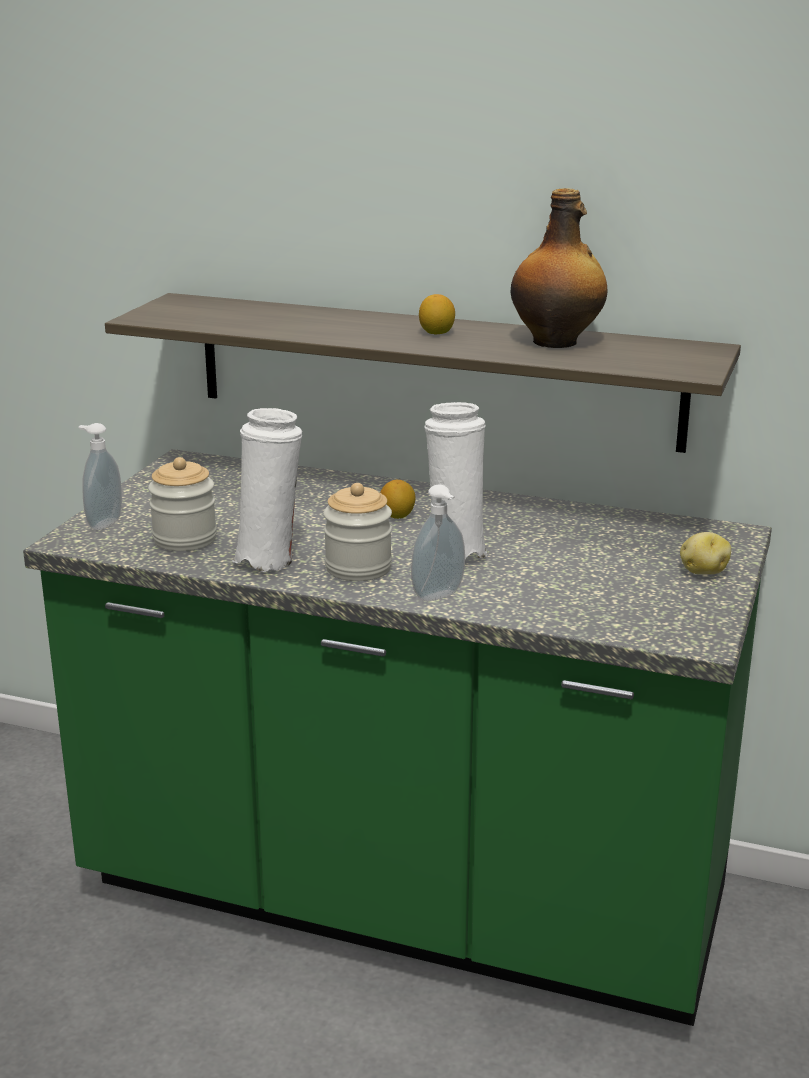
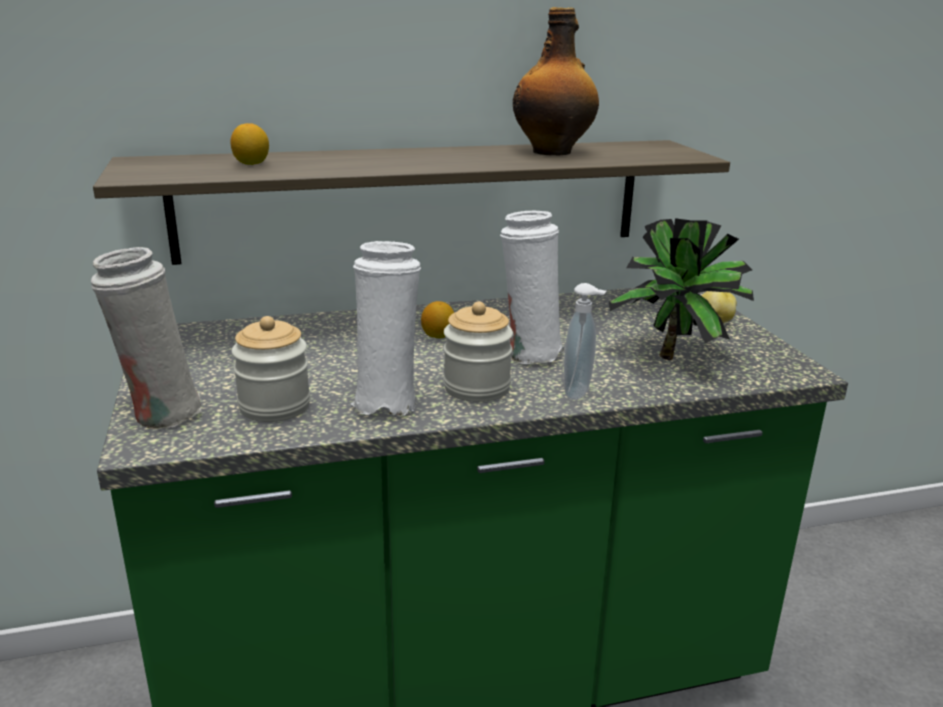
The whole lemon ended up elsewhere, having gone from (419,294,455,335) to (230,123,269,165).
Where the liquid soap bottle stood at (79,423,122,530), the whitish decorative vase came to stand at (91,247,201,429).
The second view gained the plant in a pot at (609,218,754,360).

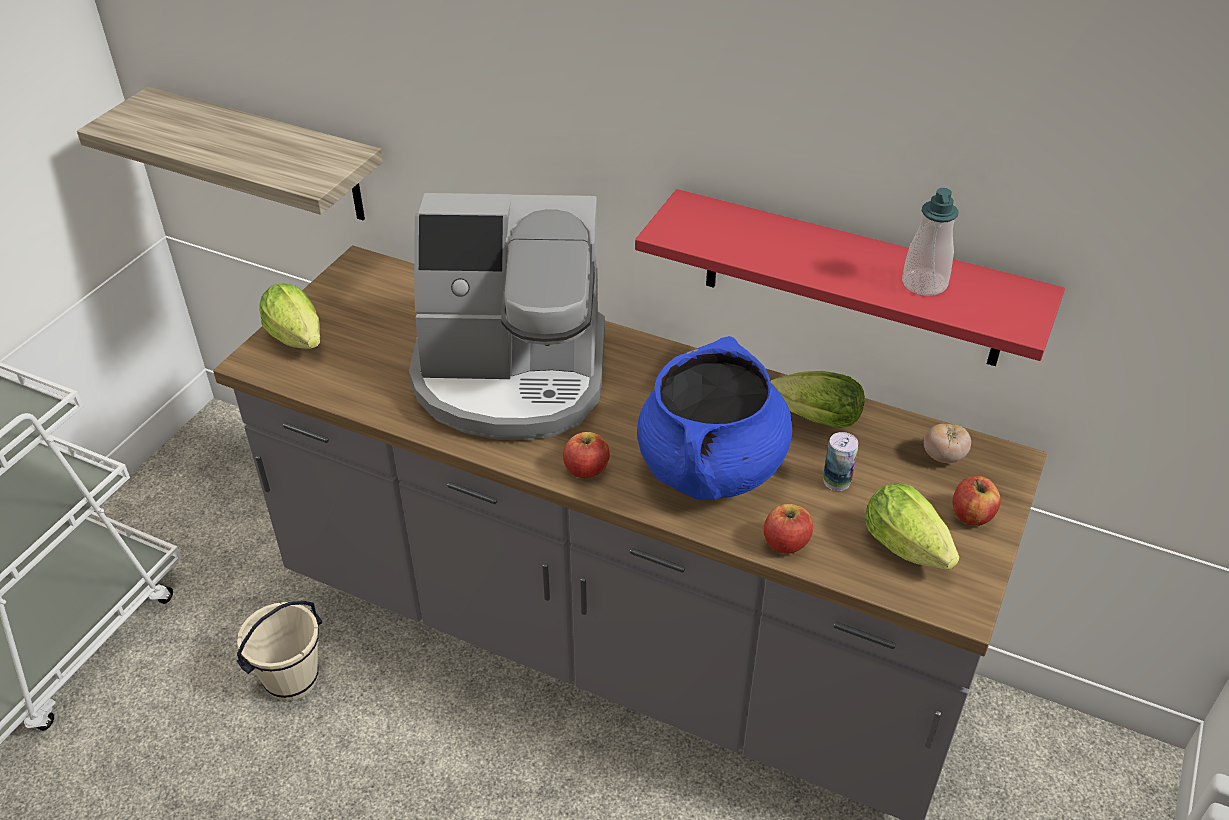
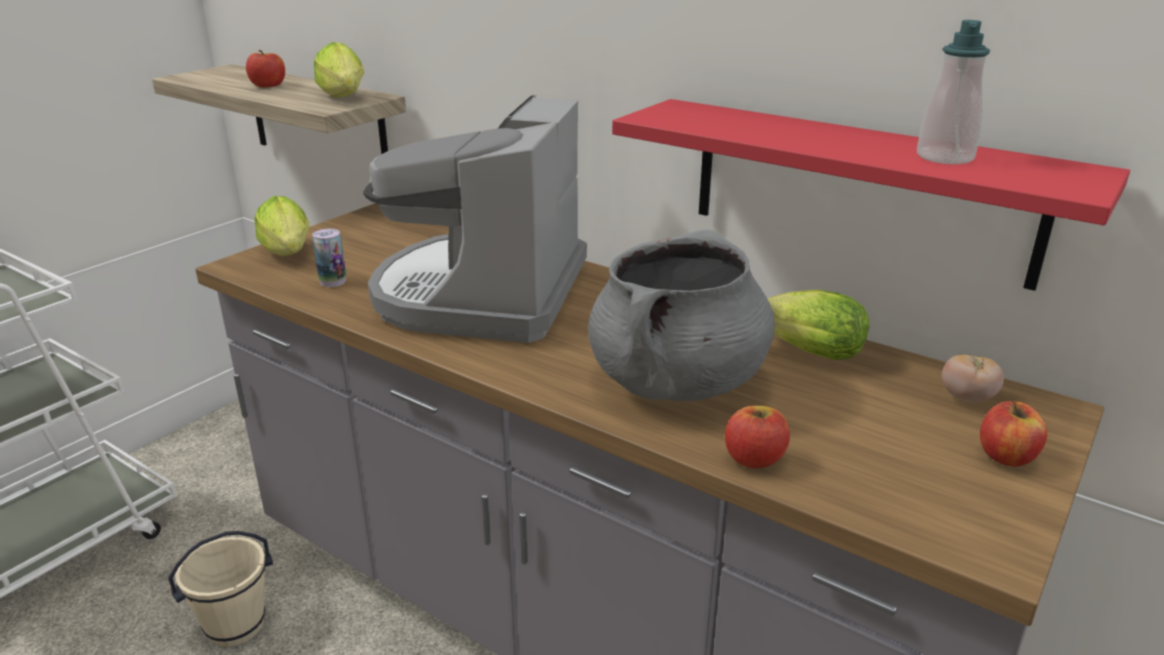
The coffee brewer at (409,193,605,440) ended up facing another way, 90 degrees clockwise from before.
What was the blue cooking pot at (637,336,792,500) turned into the grey cooking pot at (588,230,775,401).
The apple ended up elsewhere, having gone from (563,432,610,478) to (246,50,285,87).
The can ended up elsewhere, having gone from (823,432,858,491) to (312,229,346,287).
The lettuce ended up elsewhere, having gone from (865,483,960,570) to (314,42,364,98).

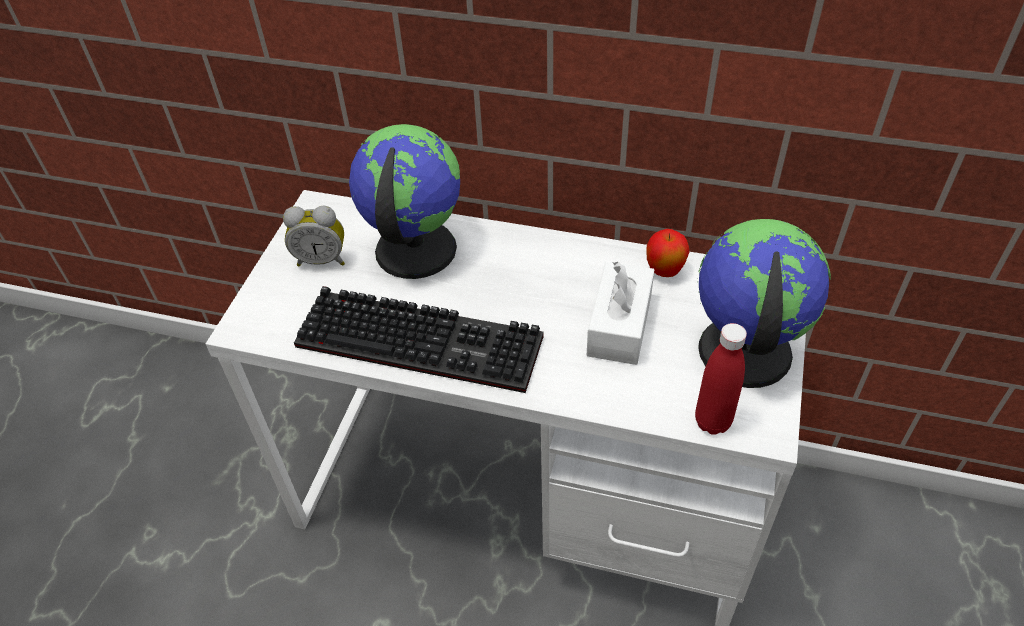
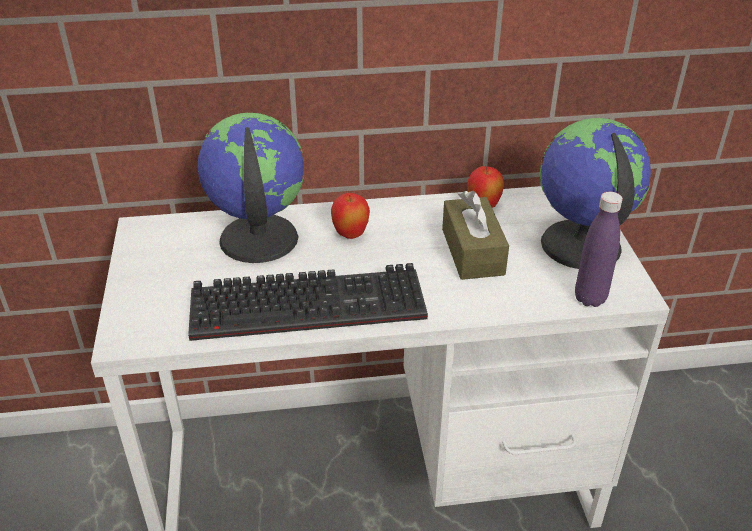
The second view lost the table clock at (283,206,345,267).
What was the whitish box of tissues at (587,261,654,365) turned into the brownish box of tissues at (442,191,509,280).
What was the red drink bottle at (695,323,747,435) turned into the purple drink bottle at (575,192,623,307).
The second view gained the apple at (331,193,370,239).

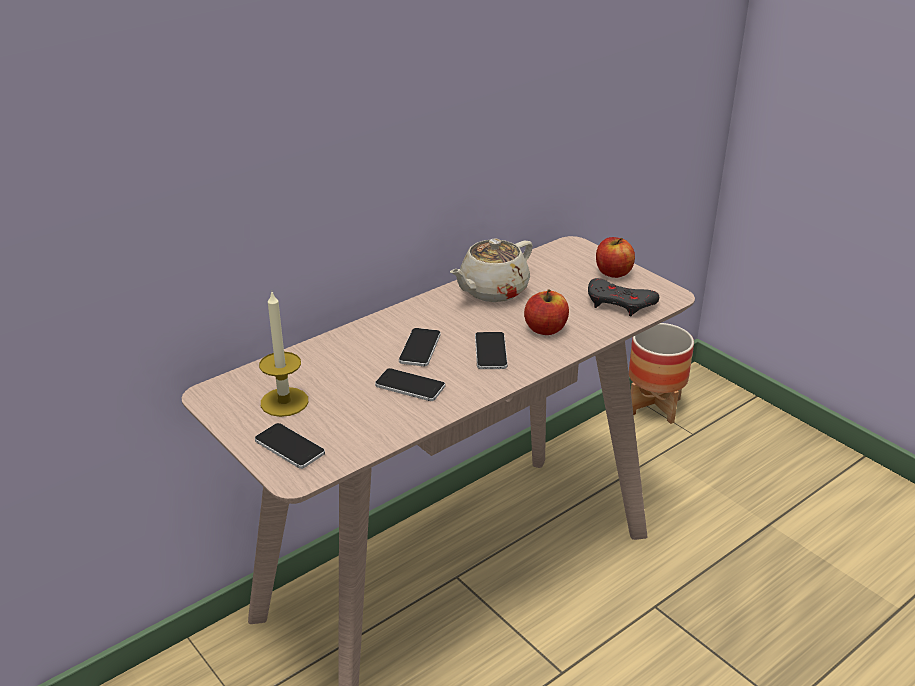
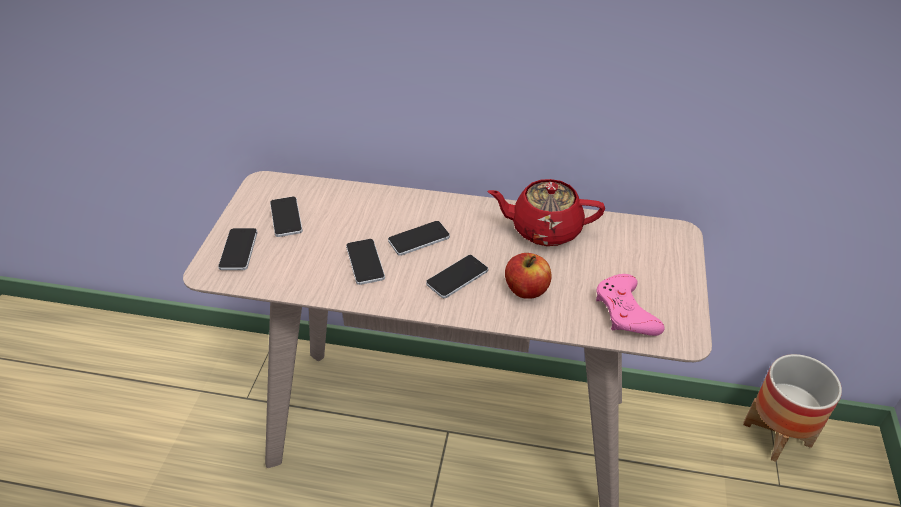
The second view lost the apple at (596,237,635,278).
What was the sand-coloured teapot at (450,239,533,302) turned into the red teapot at (487,179,605,246).
What was the grey game controller at (588,278,659,316) turned into the pink-coloured game controller at (596,274,665,336).
Where the wax light stood at (259,292,309,417), the telephone came to stand at (270,197,303,237).

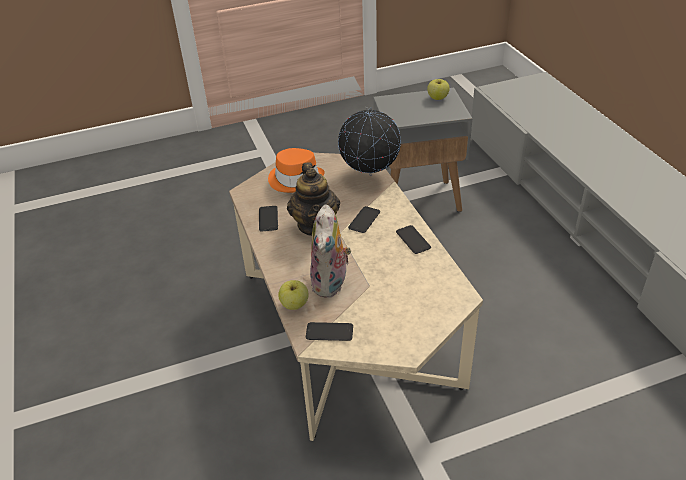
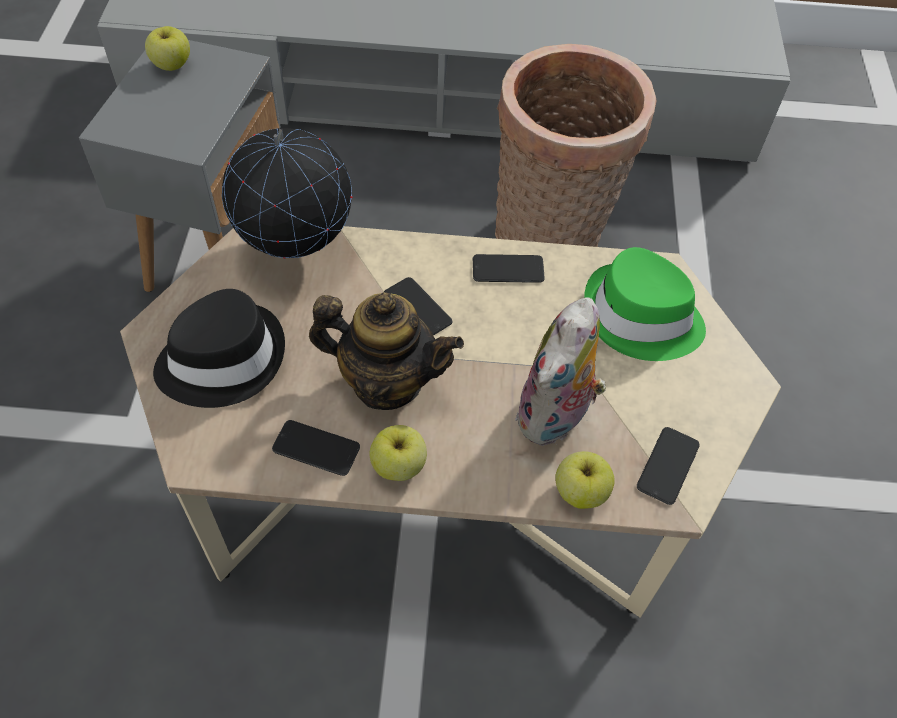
What was the orange-coloured wearable hat at (268,148,325,193) turned into the blackish wearable hat at (153,289,285,408).
The plush toy at (310,204,351,298) ended up facing another way, 90 degrees clockwise from before.
The second view gained the household basket at (495,44,657,247).
The second view gained the green wearable hat at (584,247,706,361).
The second view gained the apple at (369,425,427,481).

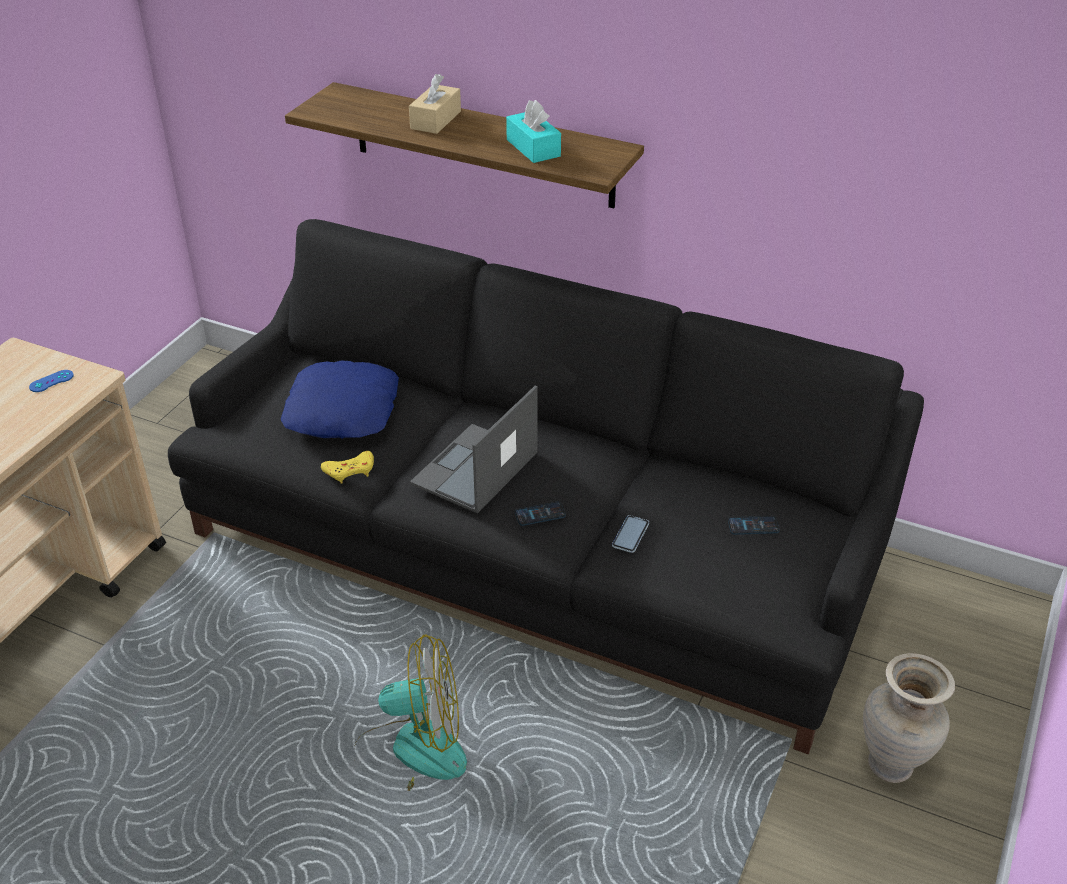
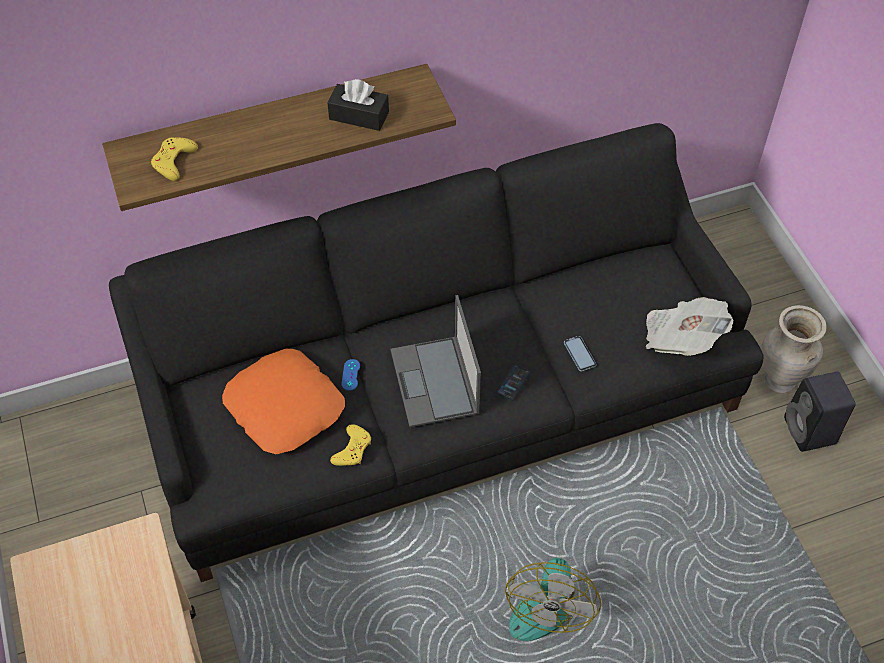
The second view lost the sand-coloured box of tissues at (409,74,461,134).
What was the turquoise-coloured box of tissues at (506,100,561,163) turned into the blackish box of tissues at (327,79,389,131).
What was the blue pillow at (280,361,399,439) turned into the orange-coloured pillow at (222,349,345,454).
The blue game controller ended up elsewhere, having gone from (29,370,74,392) to (341,359,360,391).
The second view lost the telephone at (728,516,780,535).
The cooling fan at (354,635,467,791) ended up facing another way, 150 degrees clockwise from before.
The second view gained the yellowish game controller at (151,137,198,181).
The second view gained the daily paper at (646,297,733,356).
The second view gained the blackish audio speaker at (784,372,856,452).

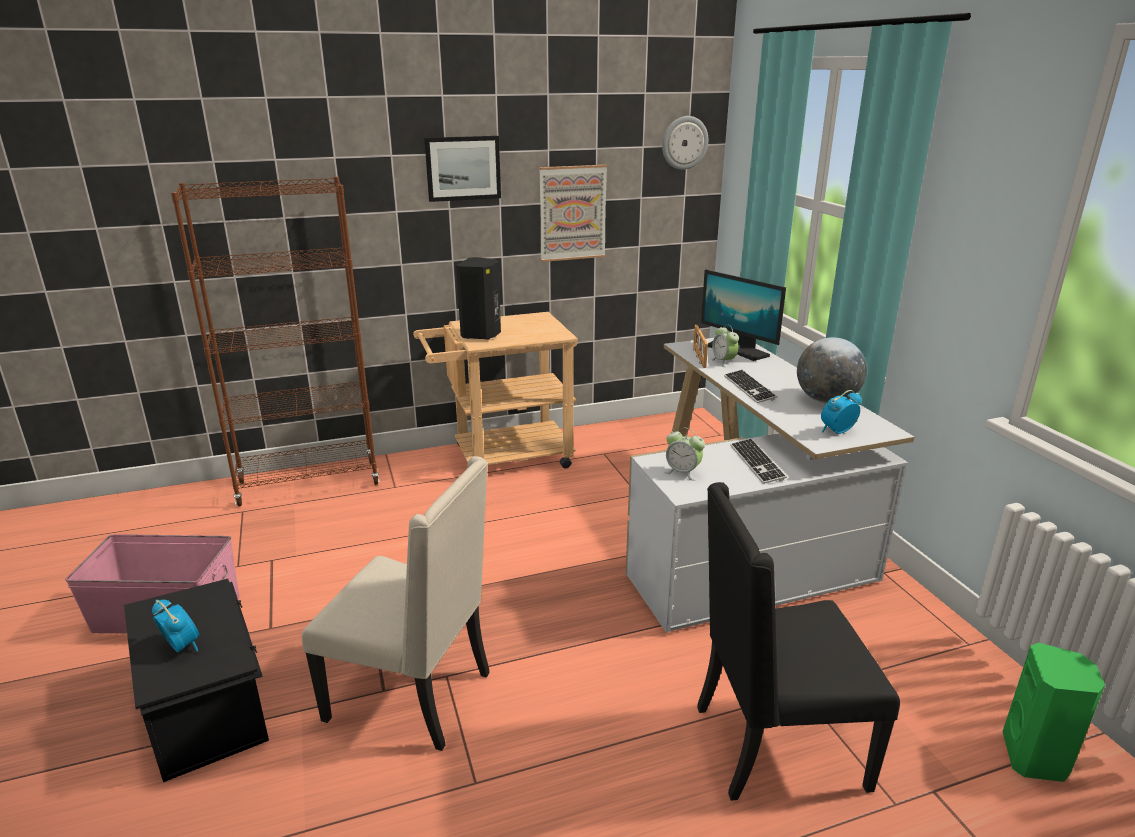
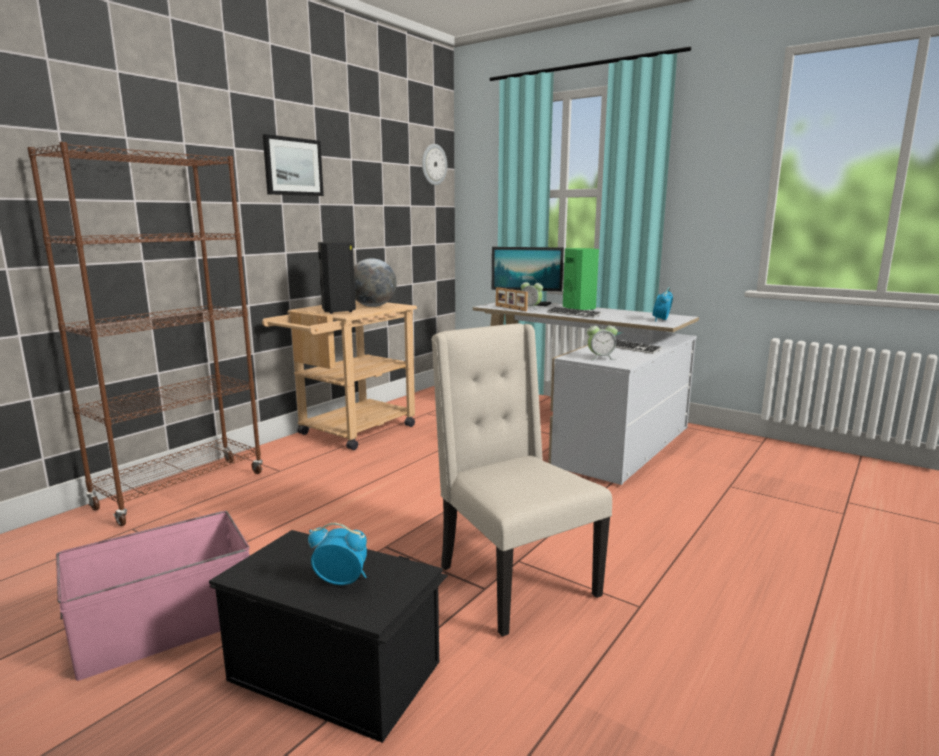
The second view lost the picture at (539,165,607,262).
The globe ended up elsewhere, having gone from (797,337,867,404) to (354,258,397,307).
The sand-coloured plain chair at (302,456,490,751) ended up facing another way, 105 degrees counterclockwise from before.
The second view lost the blackish plain chair at (697,482,900,801).
The green audio speaker ended up elsewhere, having gone from (1002,643,1105,782) to (563,248,599,310).

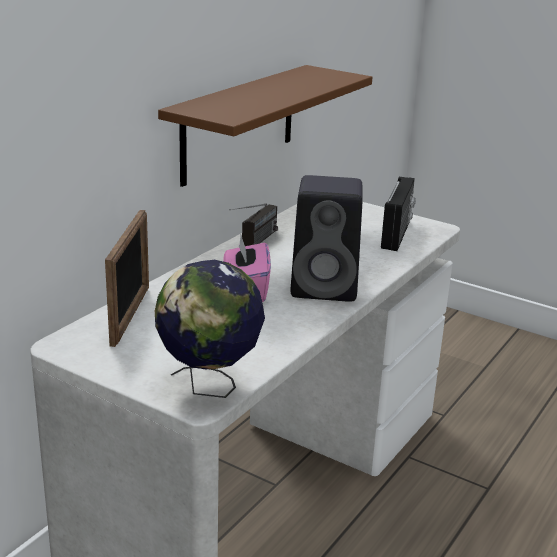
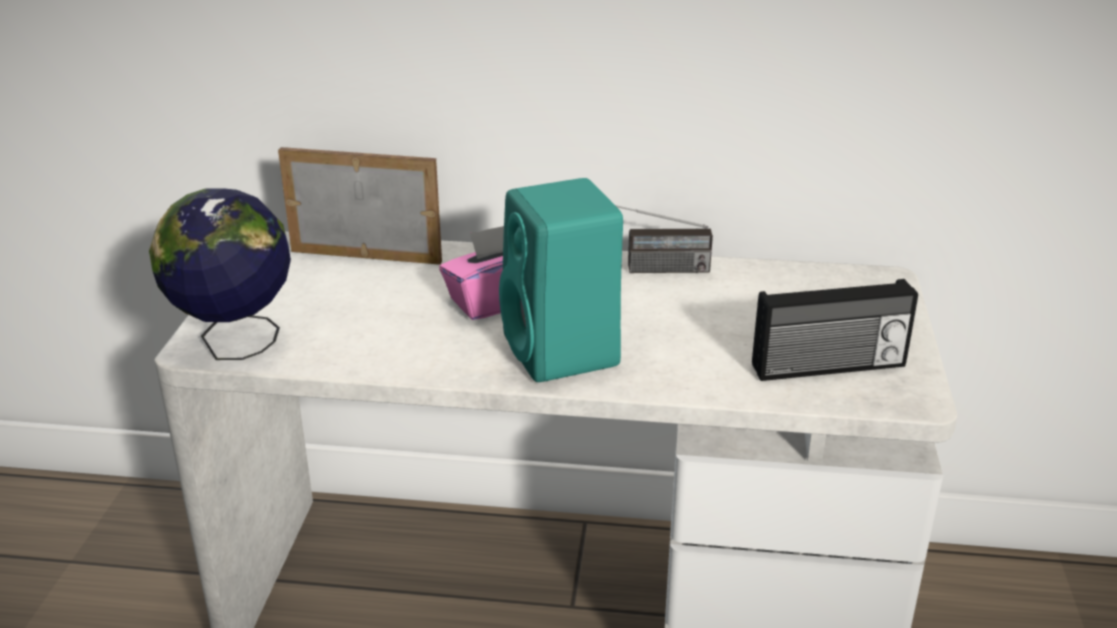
The second view lost the brownish wall shelf at (158,65,372,187).
What was the blackish audio speaker at (290,175,363,302) turned into the turquoise-coloured audio speaker at (499,178,623,382).
The standing frame at (105,210,149,347) ended up facing another way, 150 degrees counterclockwise from before.

